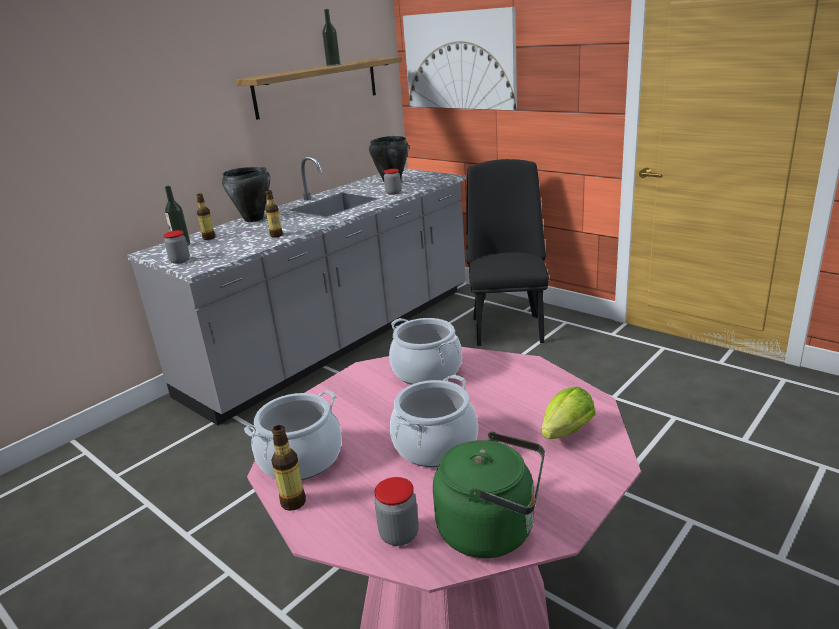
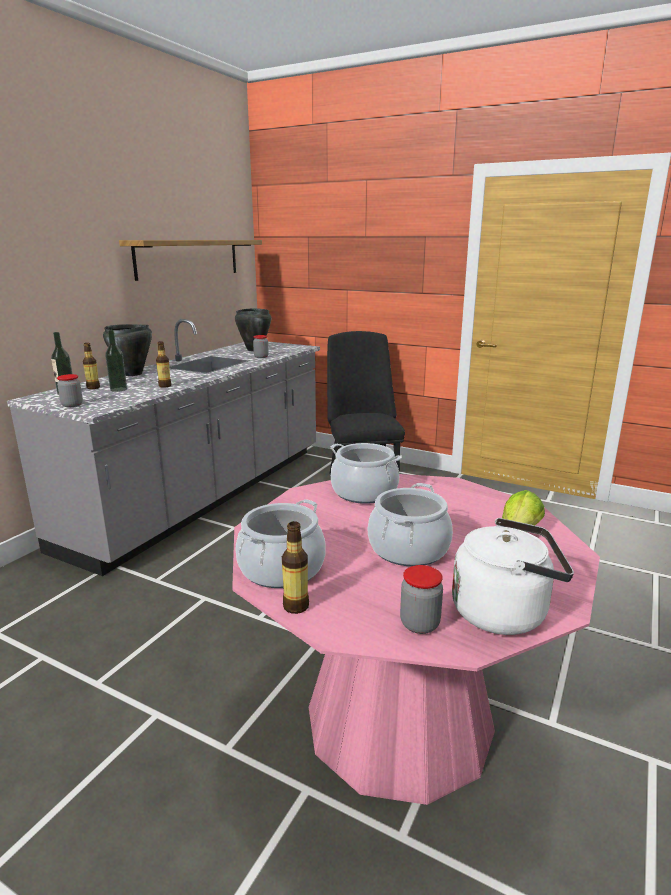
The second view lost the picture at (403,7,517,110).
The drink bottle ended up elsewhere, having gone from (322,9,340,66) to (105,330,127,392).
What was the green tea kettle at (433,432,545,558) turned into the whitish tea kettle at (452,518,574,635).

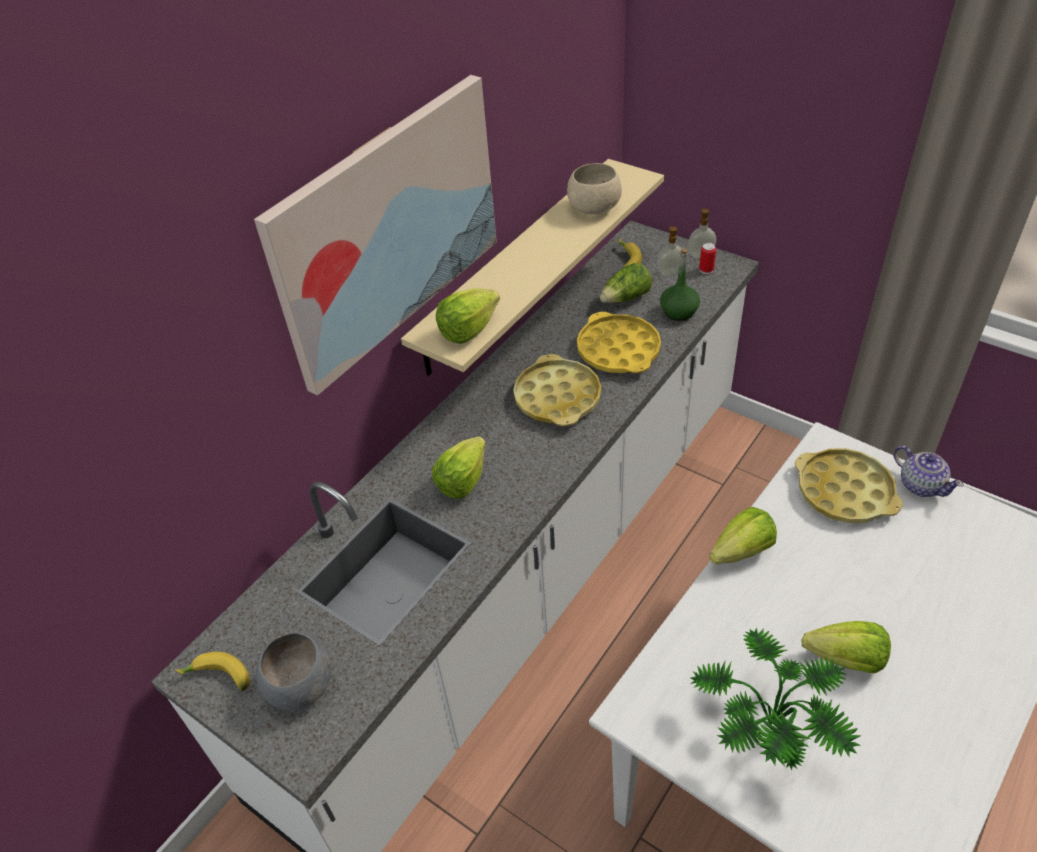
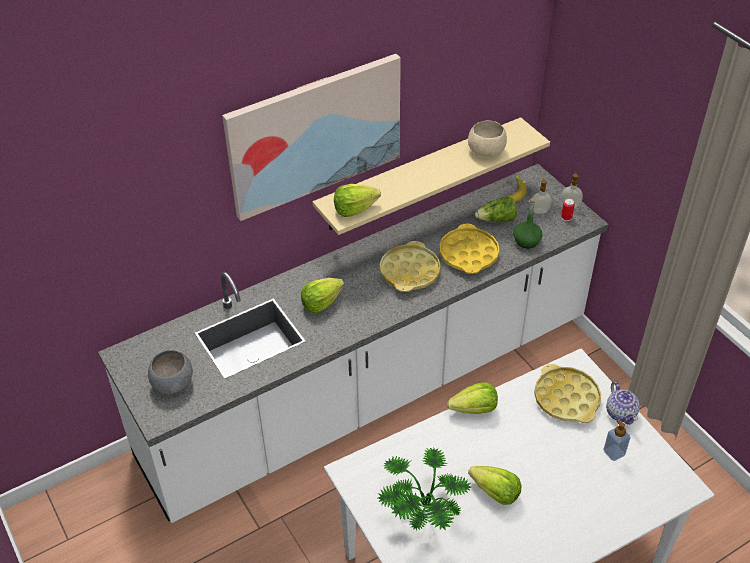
The second view lost the banana fruit at (175,652,250,691).
The second view gained the liquid soap bottle at (603,419,631,461).

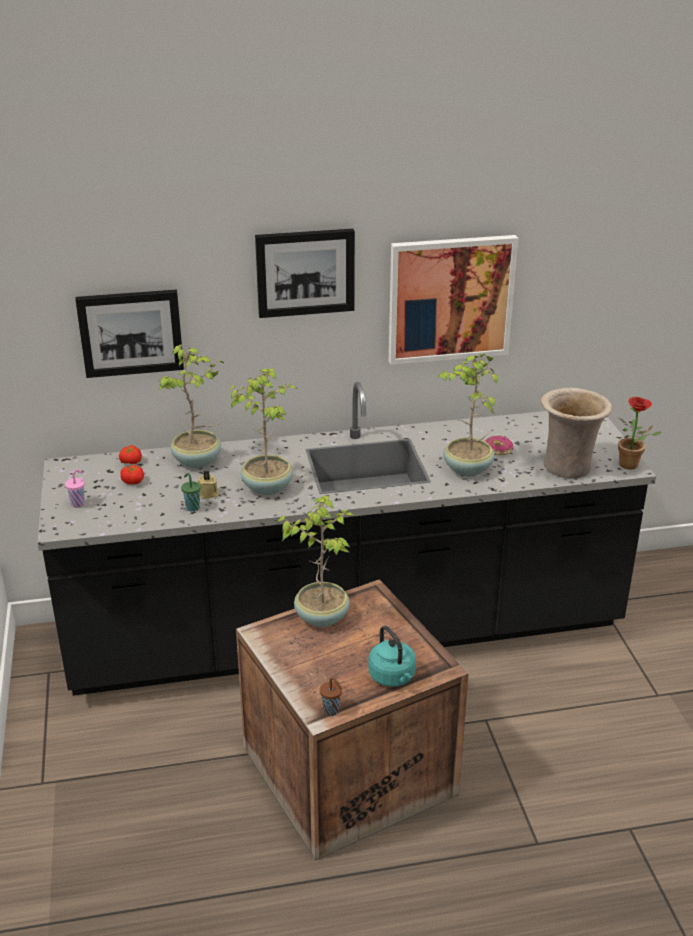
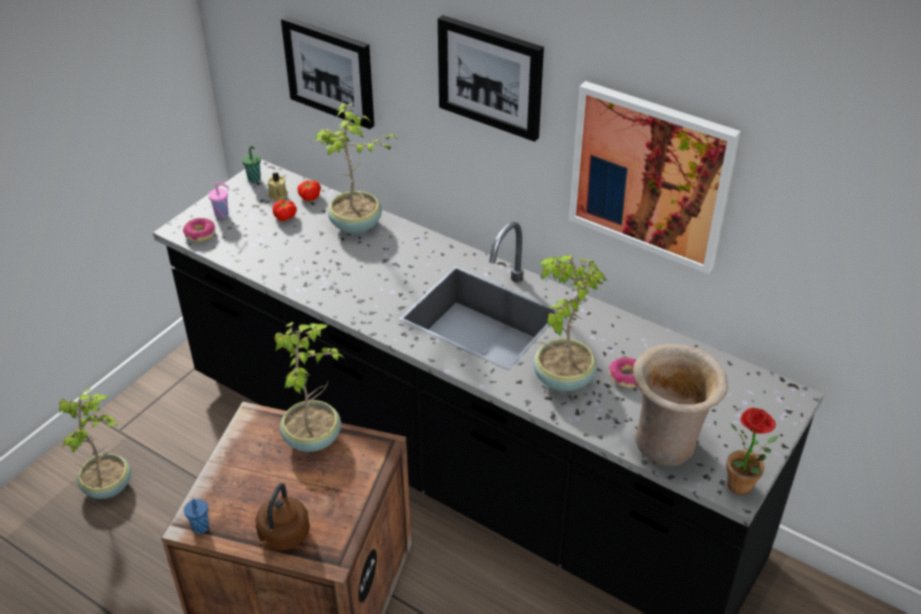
The plant in a pot ended up elsewhere, having gone from (228,368,297,495) to (59,388,131,499).
The sand-coloured wax light ended up elsewhere, having gone from (198,470,219,499) to (268,173,288,201).
The green drinking cup ended up elsewhere, having gone from (181,473,201,512) to (242,146,261,183).
What was the turquoise-coloured tea kettle at (368,626,416,687) turned into the brownish tea kettle at (255,483,310,551).
What was the brownish drinking cup at (320,677,342,716) turned into the blue drinking cup at (184,498,209,534).
The second view gained the doughnut at (183,218,215,242).

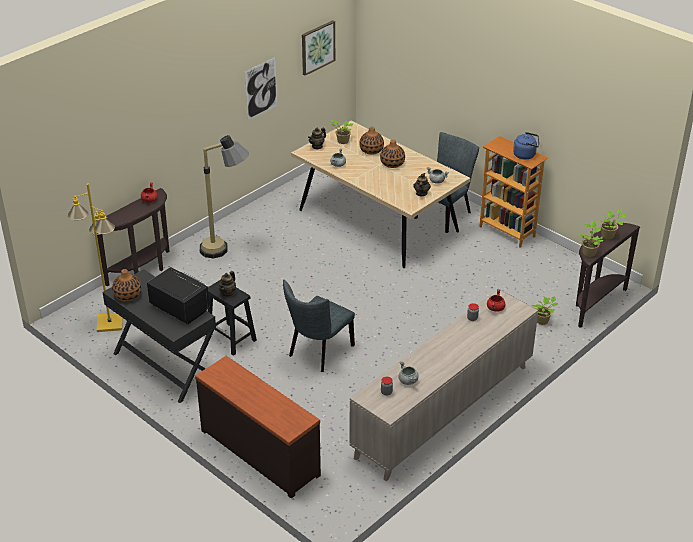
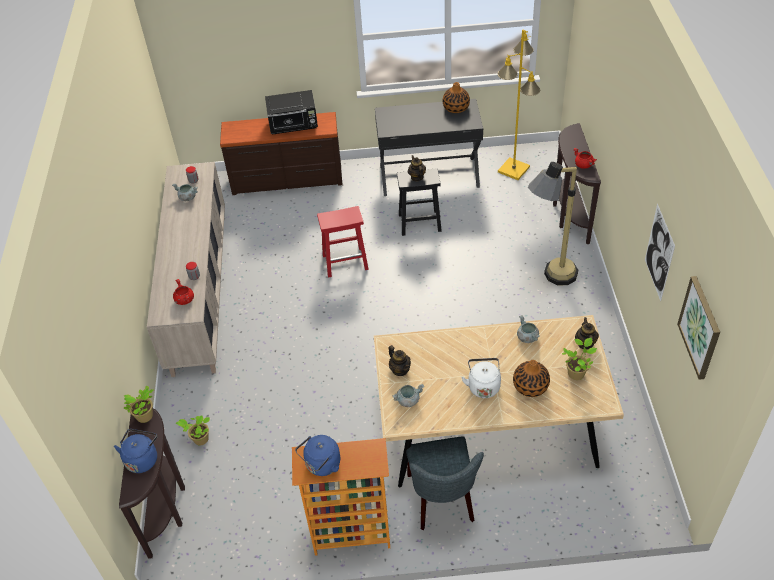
Where the decorative vase stood at (380,140,405,168), the whitish tea kettle came to stand at (461,358,501,398).
Where the plant in a pot stood at (598,208,627,239), the blue tea kettle came to stand at (114,429,157,473).
The blackish microwave ended up elsewhere, having gone from (147,267,210,324) to (265,90,318,135).
Where the grey plain chair stood at (283,280,355,372), the red sitting stool came to stand at (317,206,369,278).

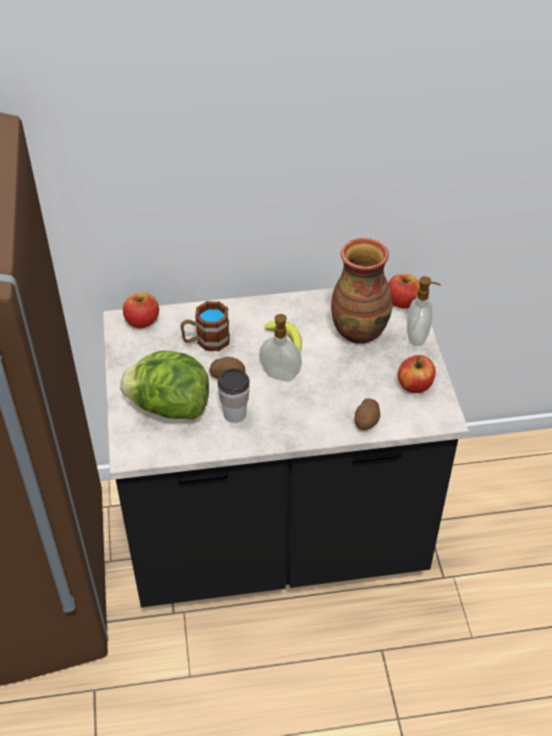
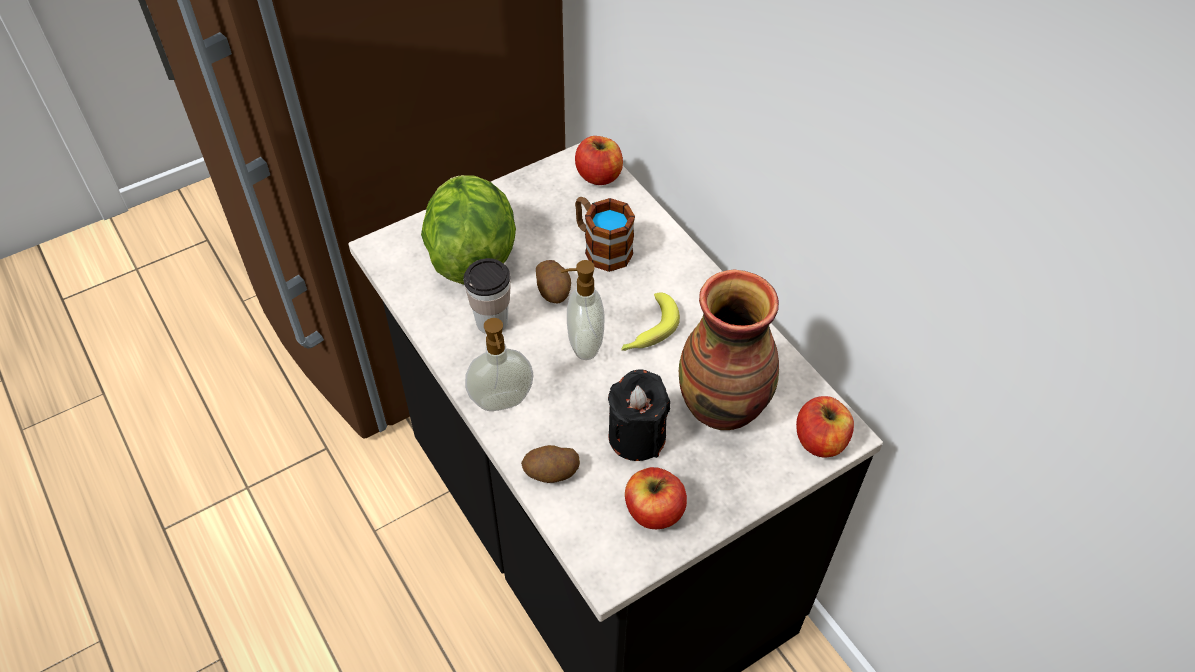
The liquid soap bottle ended up elsewhere, having gone from (407,276,440,346) to (465,318,533,411).
The second view gained the blackish wax light at (608,369,670,461).

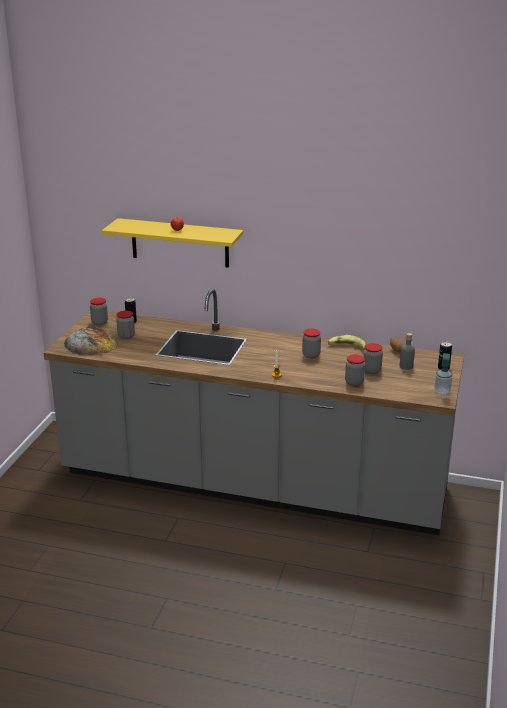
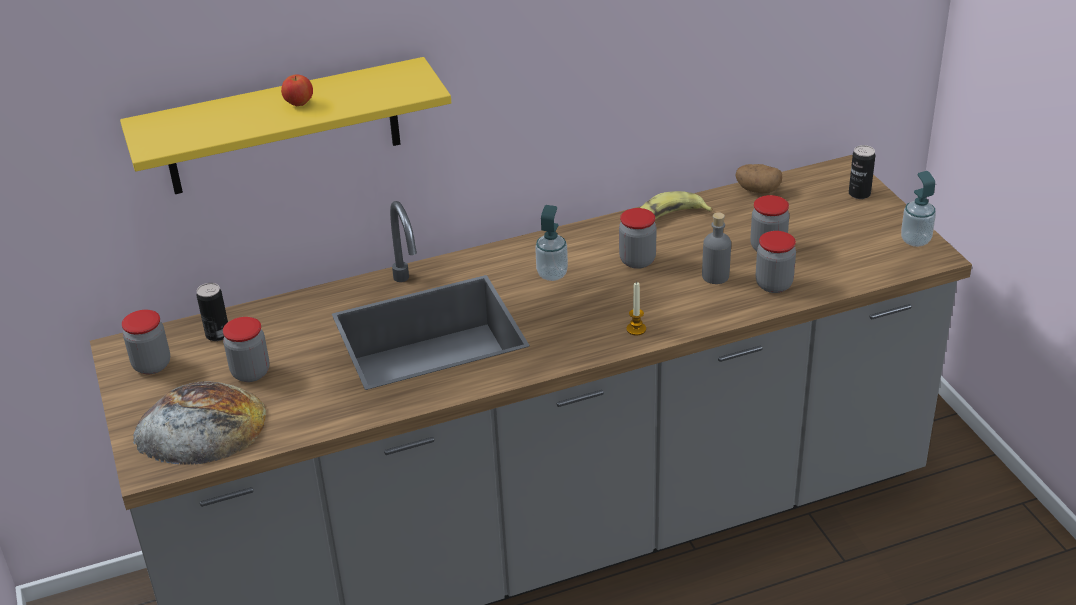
The grey drink bottle ended up elsewhere, having gone from (400,333,415,370) to (702,212,731,284).
The second view gained the liquid soap bottle at (535,205,568,281).

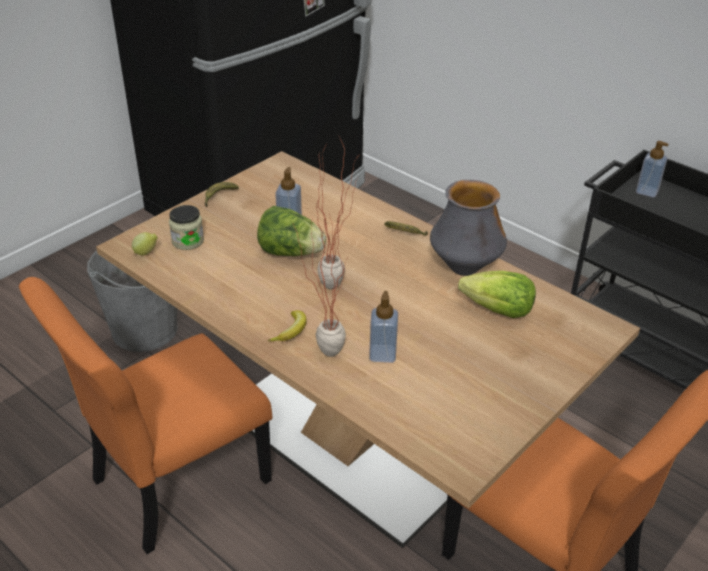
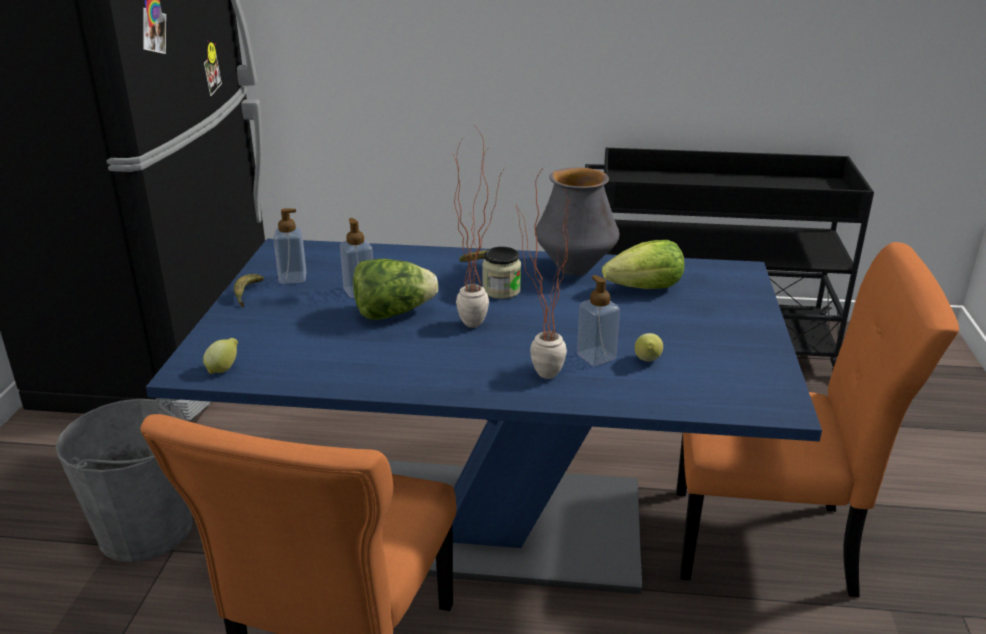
The liquid soap bottle ended up elsewhere, having gone from (636,141,668,197) to (273,208,306,284).
What was the brownish dining table at (96,151,640,548) turned into the blue dining table at (146,238,822,594).
The jar ended up elsewhere, having gone from (169,205,204,250) to (482,247,521,299).
The second view lost the banana fruit at (268,310,307,342).
The second view gained the whole lemon at (635,333,663,361).

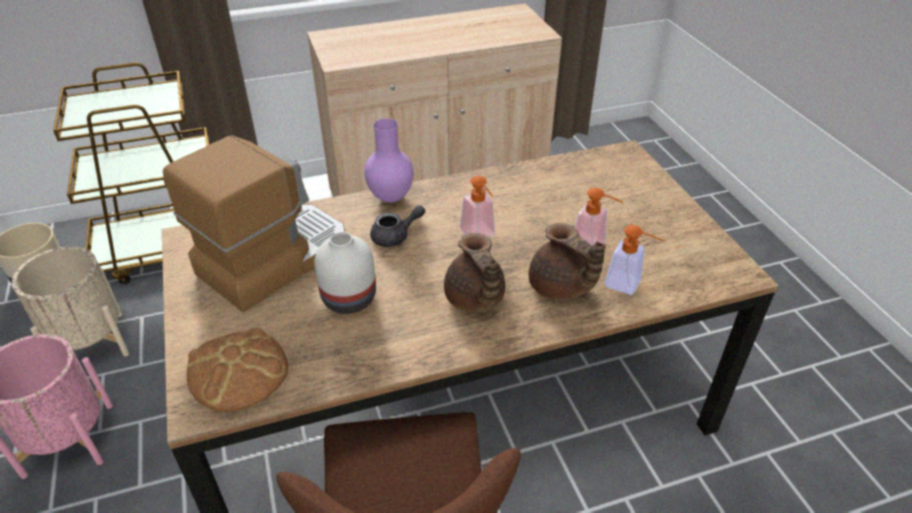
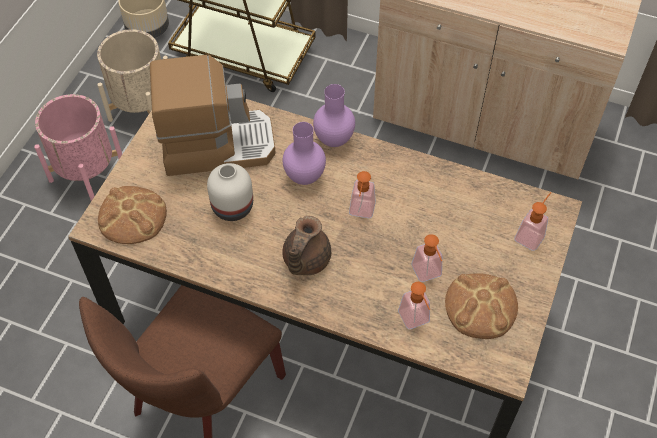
Where the grey teapot stood at (370,205,425,247), the purple decorative vase came to stand at (282,122,326,185).
The second view lost the brownish teapot at (529,223,606,300).
The second view gained the liquid soap bottle at (514,192,551,251).
The second view gained the baked bread at (445,273,518,339).

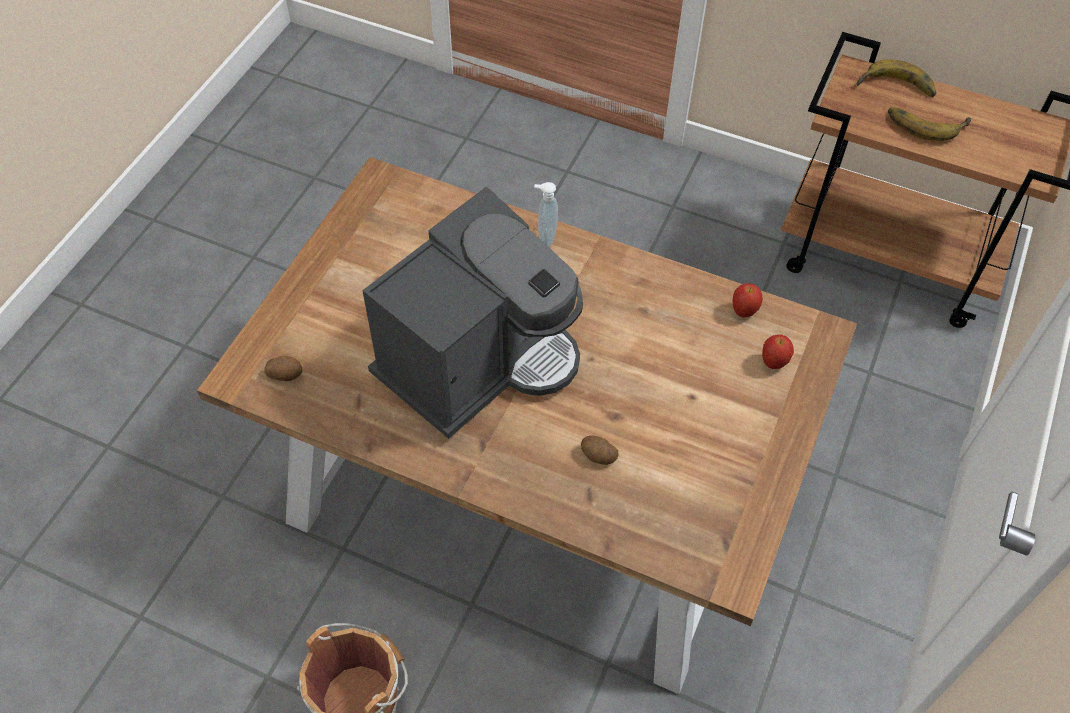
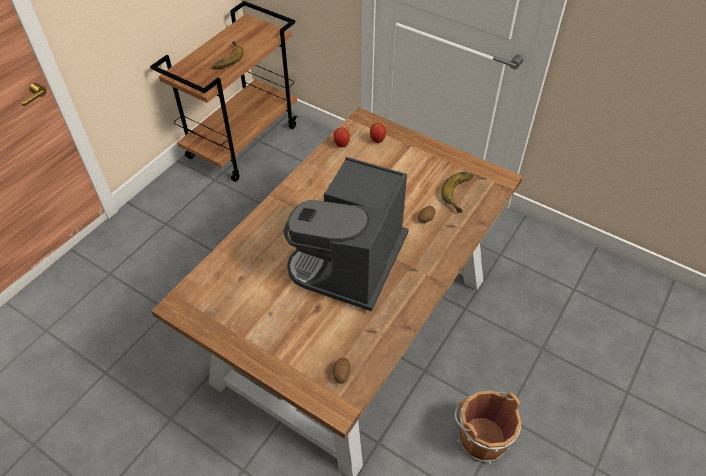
The banana fruit ended up elsewhere, having gone from (857,59,936,97) to (441,172,473,213).
The second view lost the liquid soap bottle at (534,182,558,247).
The coffee brewer at (362,187,583,439) ended up facing another way, 120 degrees counterclockwise from before.

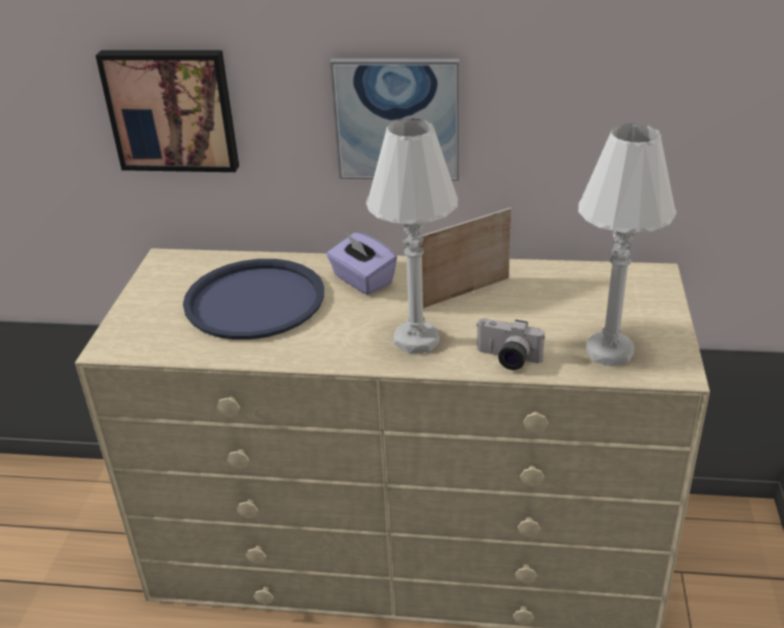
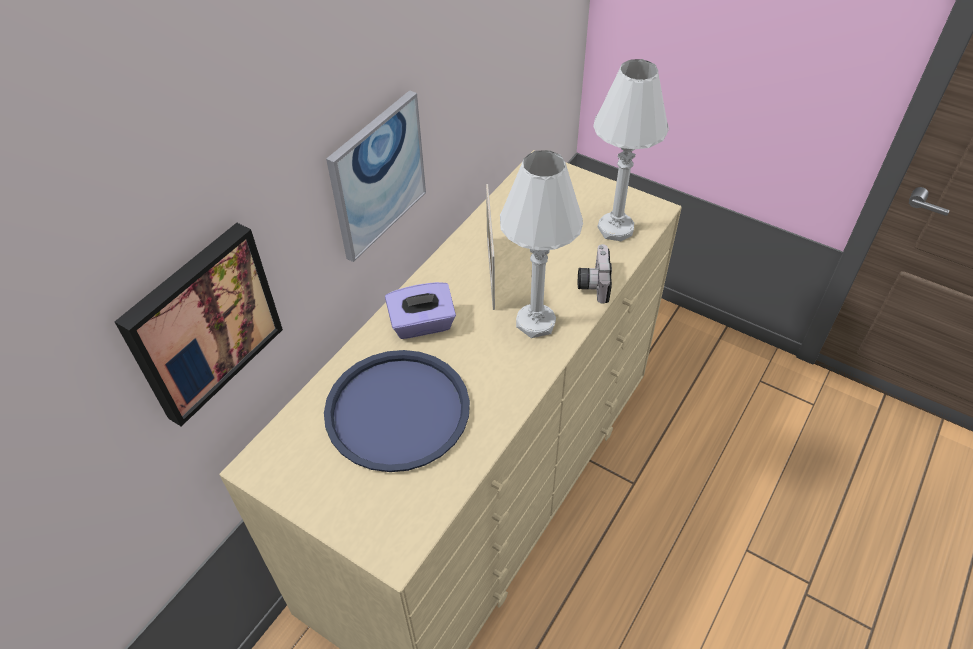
The still camera at (476,318,545,370) ended up facing another way, 135 degrees clockwise from before.

